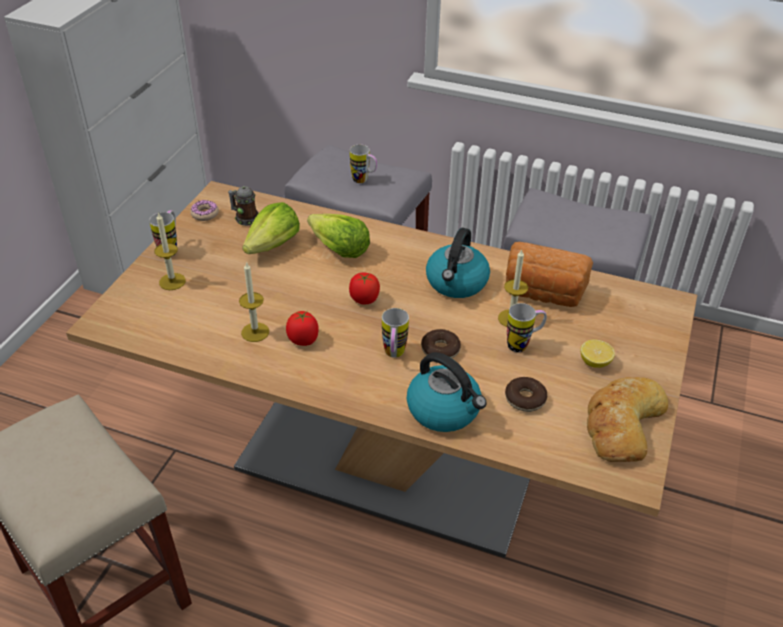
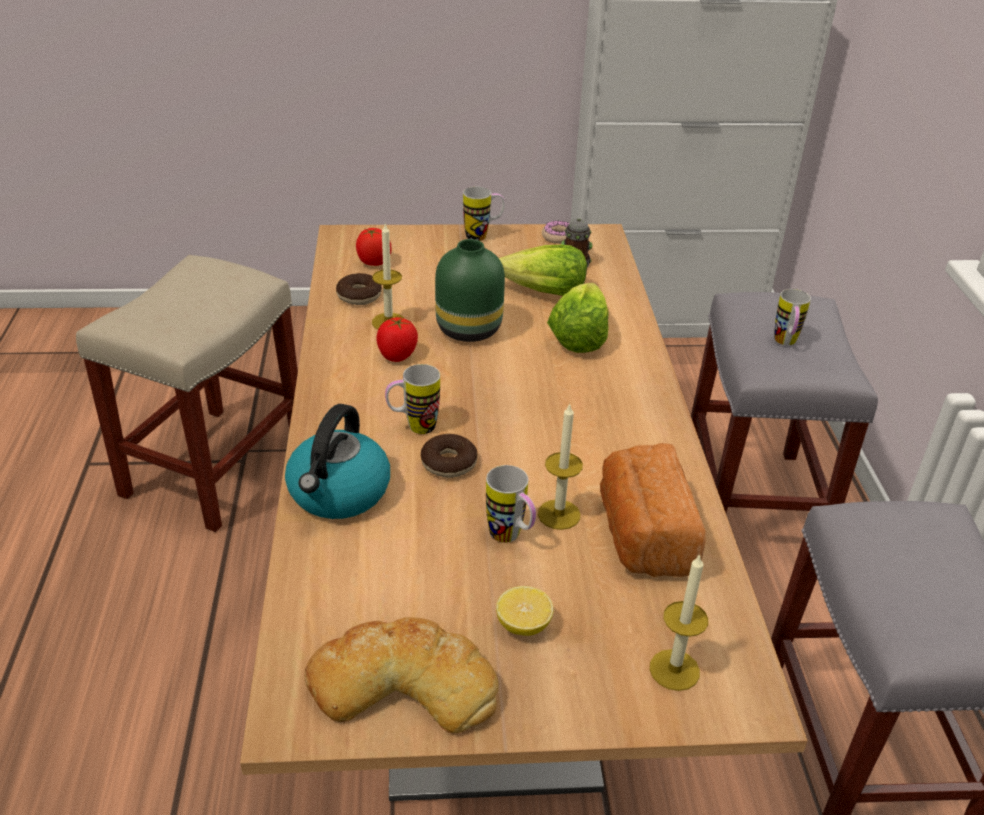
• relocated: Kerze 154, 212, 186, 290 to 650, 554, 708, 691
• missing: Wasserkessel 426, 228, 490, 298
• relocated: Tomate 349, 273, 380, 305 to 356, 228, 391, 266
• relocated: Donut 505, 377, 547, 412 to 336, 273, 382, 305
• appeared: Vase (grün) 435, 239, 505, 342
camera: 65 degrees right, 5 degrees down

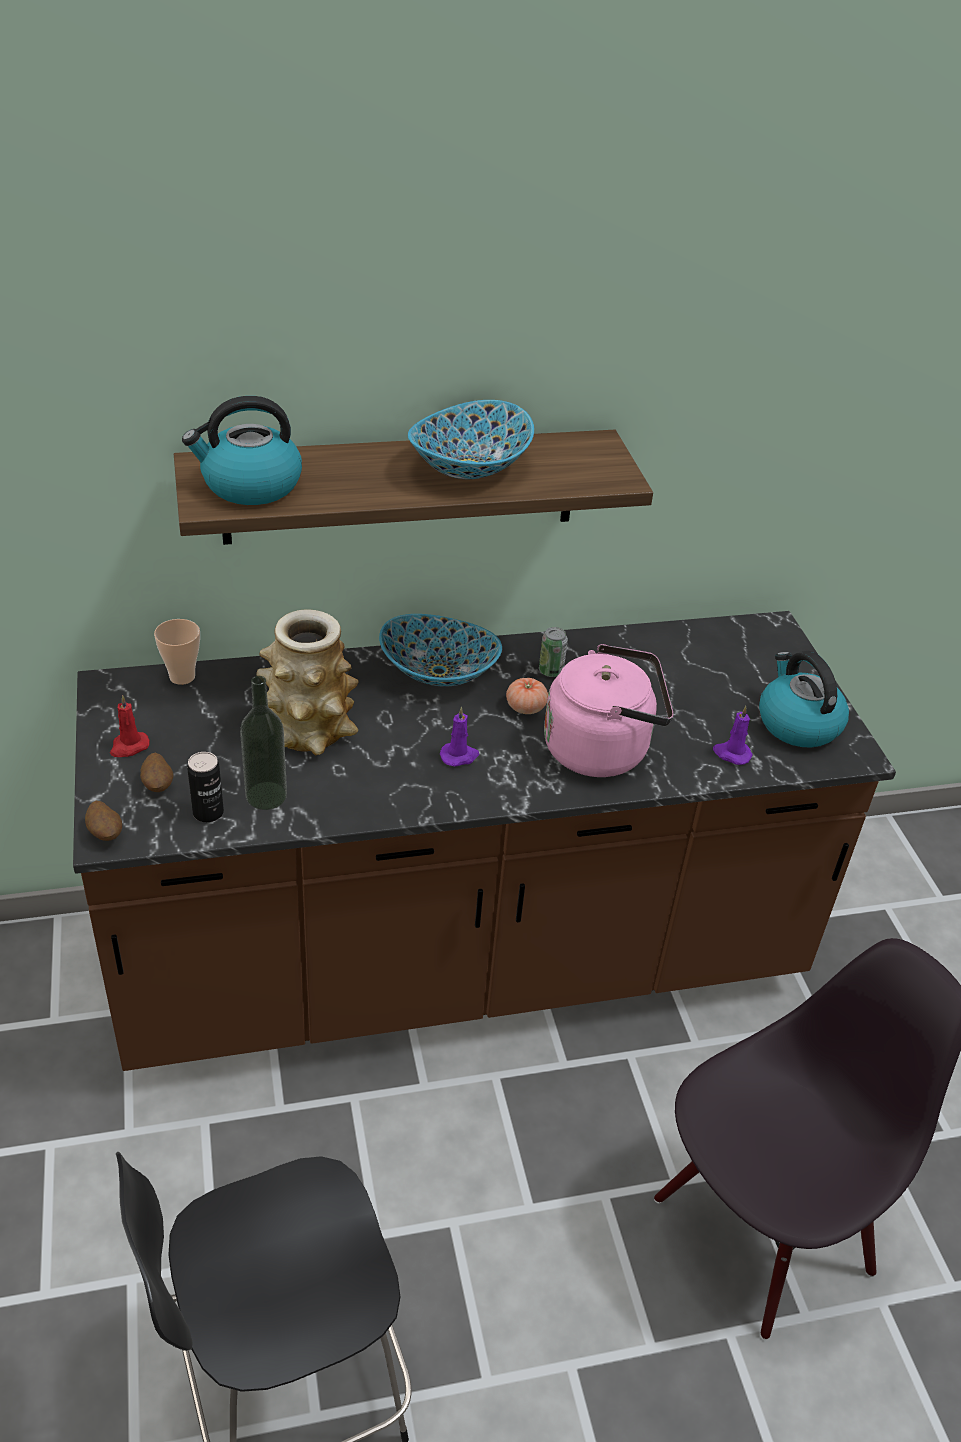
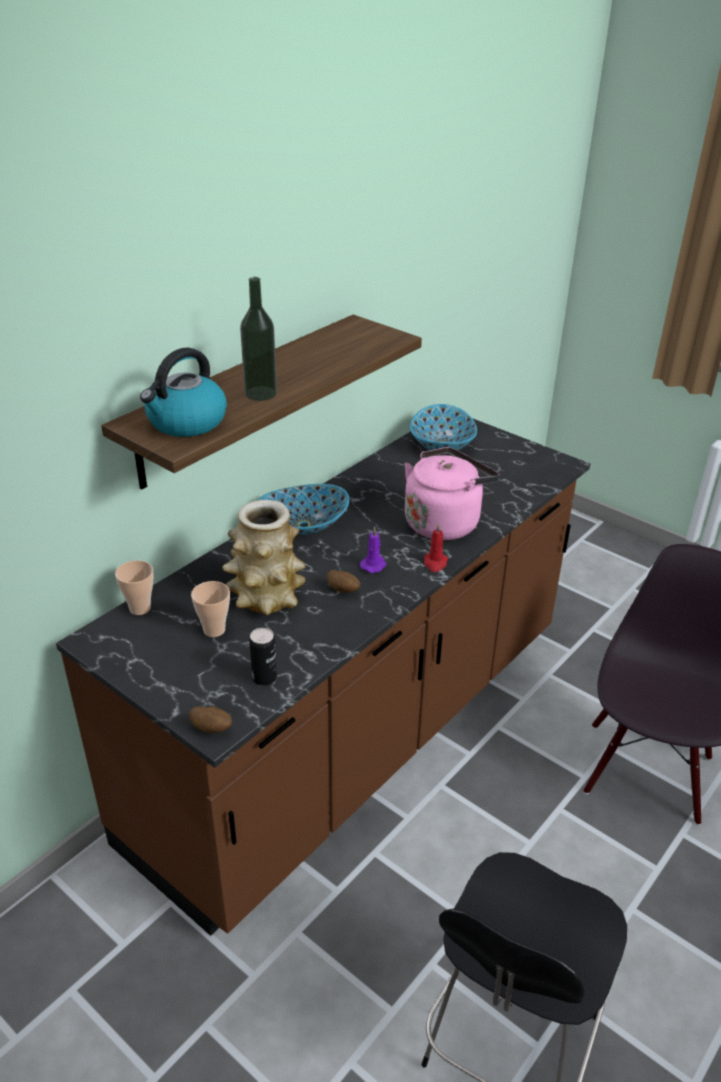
• relocated: Schüssel 408, 400, 534, 479 to 410, 404, 477, 454
• missing: Dose 539, 627, 568, 677
• missing: Wasserkessel 759, 651, 849, 748
• relocated: Flasche 240, 676, 287, 810 to 240, 277, 277, 401
• missing: Tomate 506, 678, 548, 714
• relocated: Kerze (rot) 110, 695, 150, 757 to 424, 523, 448, 572
• missing: Kerze (lila) 713, 706, 753, 765
• relocated: Kartoffel 140, 753, 173, 792 to 327, 570, 360, 593
• appeared: Tasse 191, 581, 230, 637
camera: 35 degrees left, 5 degrees down

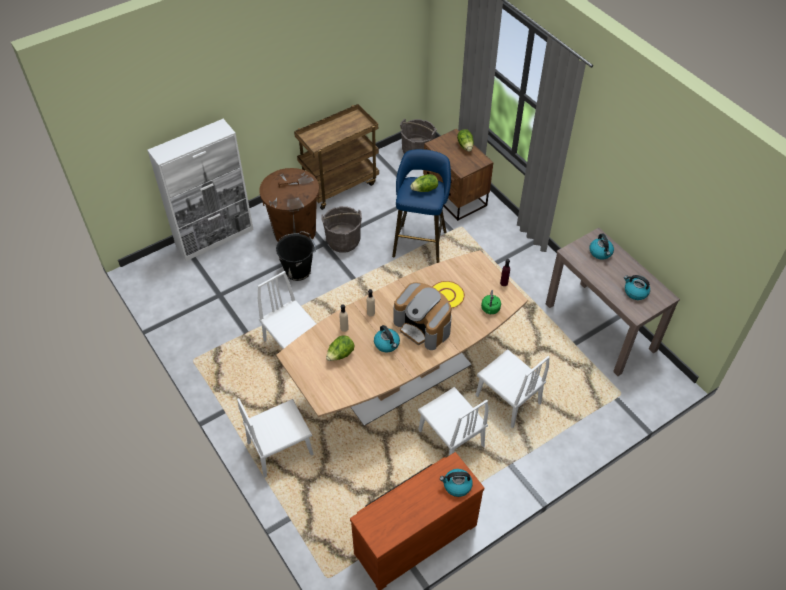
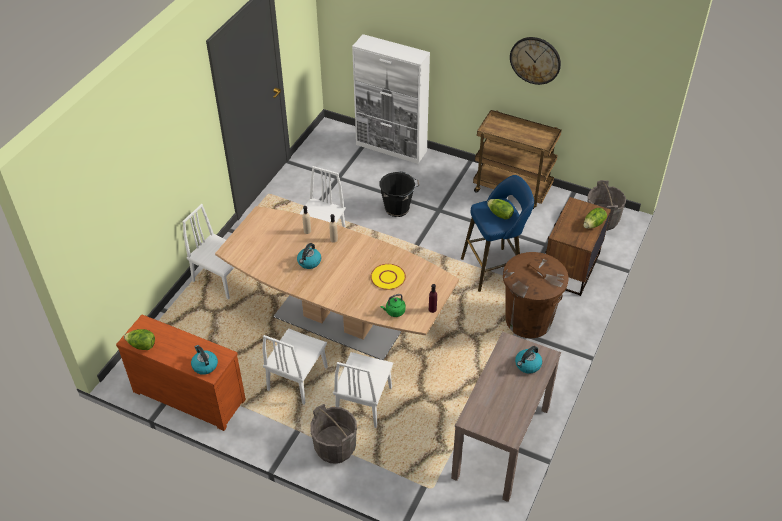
• relocated: Mülleimer (braun) 260, 168, 319, 242 to 503, 252, 569, 338
• relocated: Eimer (grau) 321, 206, 362, 253 to 310, 404, 357, 463
• missing: Wasserkessel 624, 275, 650, 300
• missing: Kaffeemaschine 394, 282, 452, 350
• relocated: Salatkopf 326, 335, 355, 361 to 124, 329, 155, 350
• appeared: Wanduhr 510, 37, 561, 85
camera: 60 degrees right, 5 degrees down

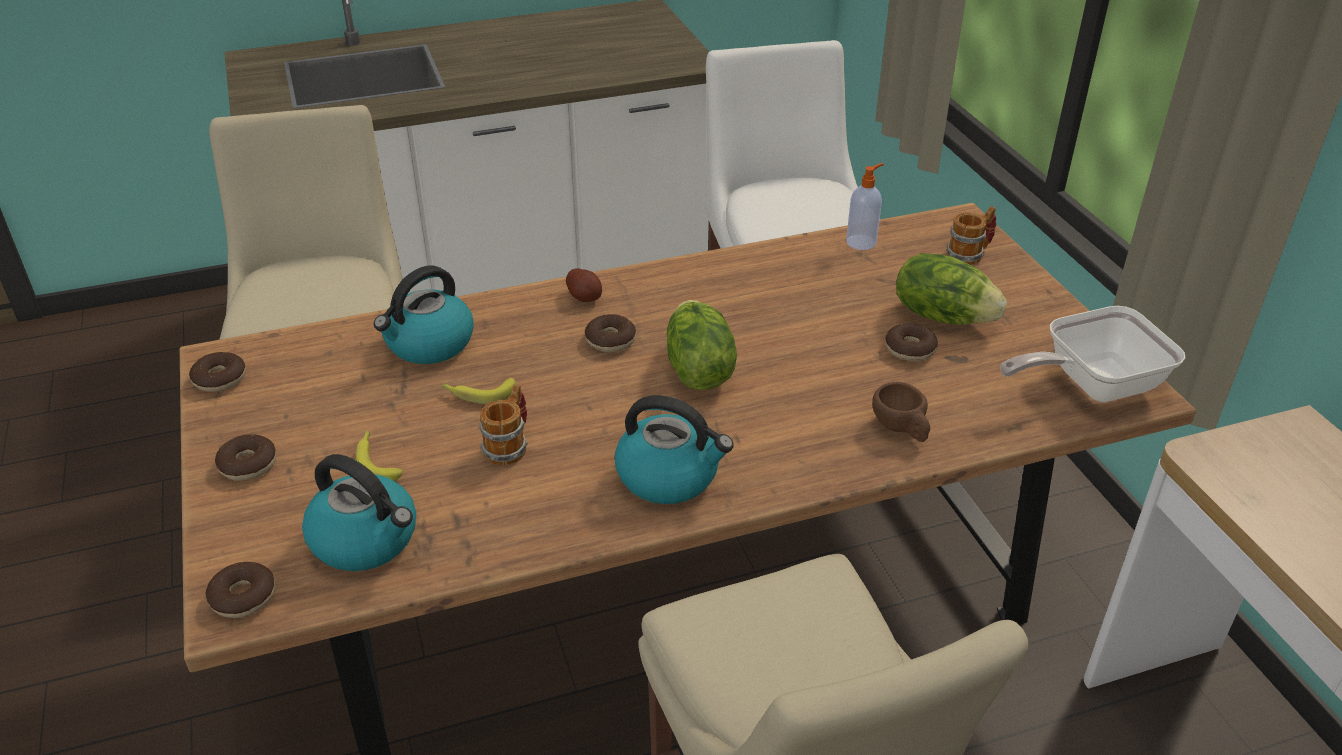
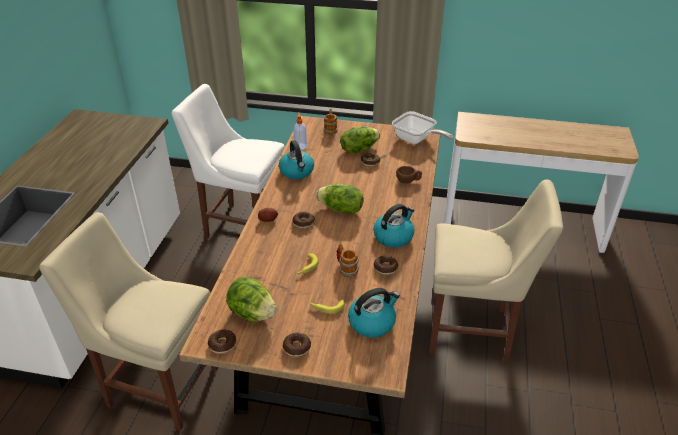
• relocated: Wasserkessel 374, 266, 474, 364 to 279, 140, 314, 179
• spun: Pfanne 1000, 306, 1185, 402 = 392, 111, 453, 144 60 degrees counterclockwise
• relocated: Donut 206, 562, 275, 618 to 374, 256, 398, 275
• appeared: Salatkopf 226, 277, 277, 321
camera: 60 degrees left, 0 degrees up

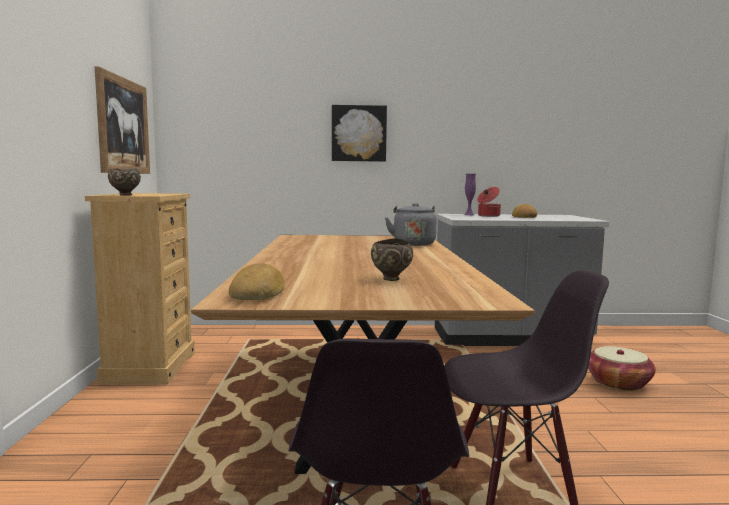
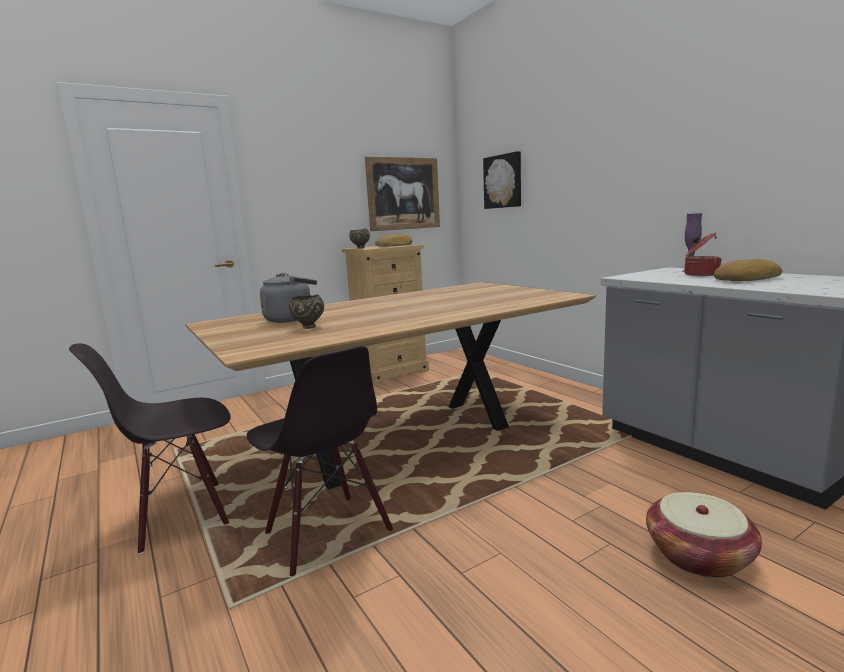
• relocated: Bild 332, 105, 387, 162 to 483, 151, 521, 209
• relocated: Wasserkessel (grau) 385, 203, 437, 246 to 260, 273, 317, 323
• relocated: Brot 229, 263, 285, 300 to 375, 234, 412, 247
camera: 60 degrees right, 5 degrees up

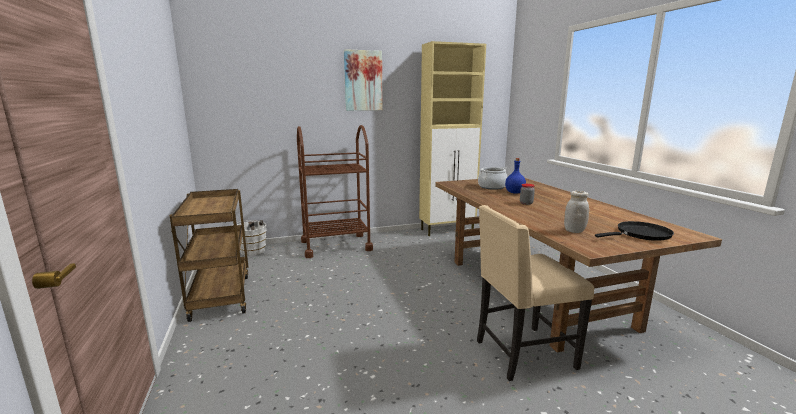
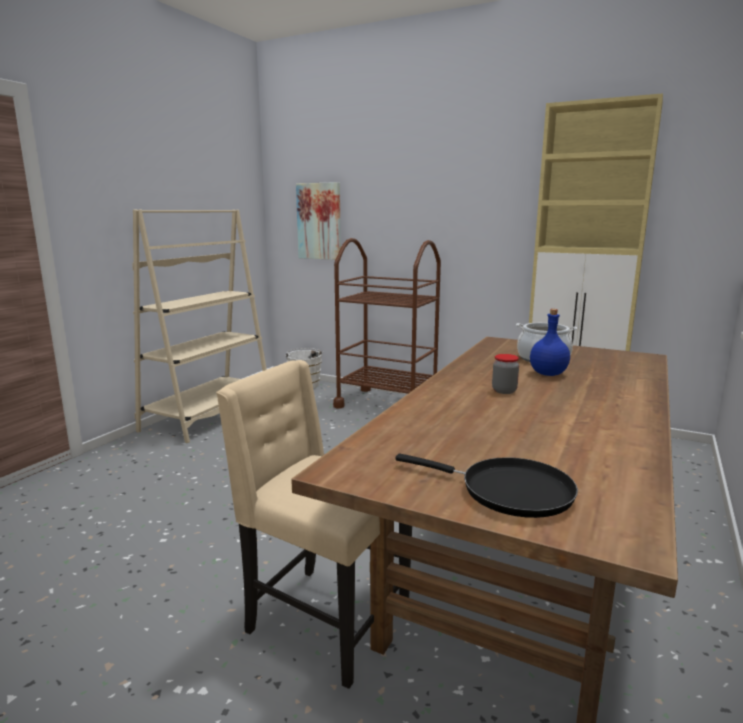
• relocated: Bild 344, 49, 383, 111 to 296, 182, 341, 260
• exchanged: Rollwagen (braun) 169, 189, 248, 322 to Bücherregal (beige) 132, 209, 267, 443
• missing: Vorratsglas (weiß) 564, 191, 589, 233
camera: 45 degrees right, 0 degrees up

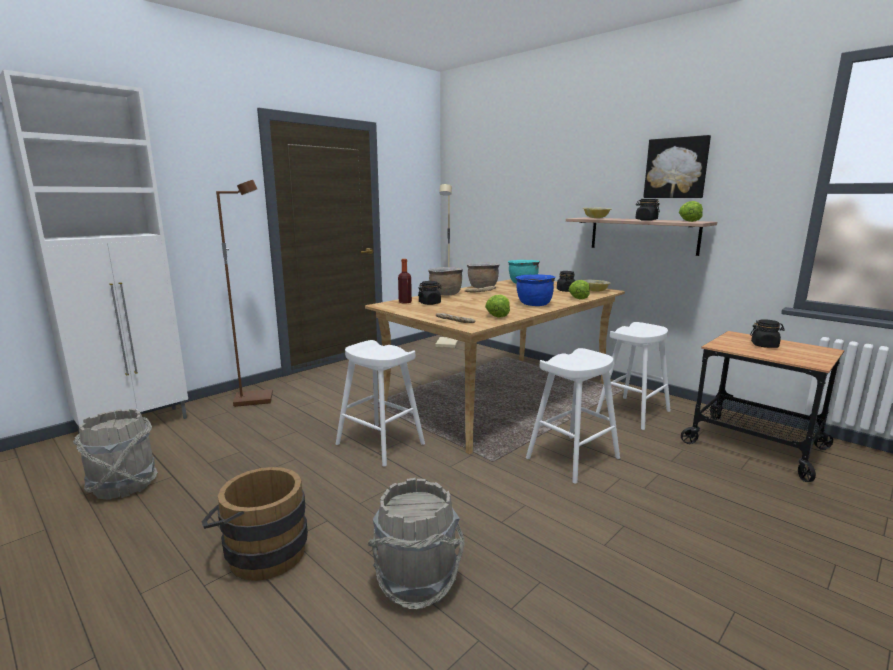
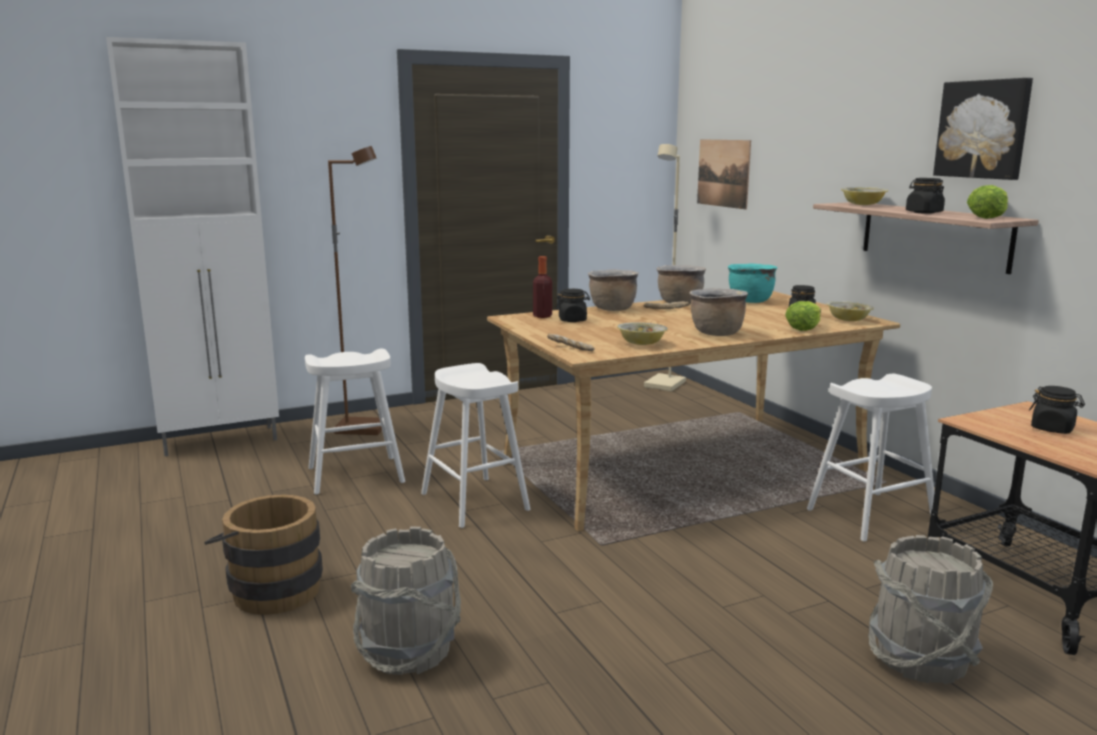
• colour: Kochtopf (blau) 515, 274, 556, 306 to Kochtopf (braun) 690, 288, 748, 336
• exchanged: Salatkopf 485, 294, 510, 318 to Schüssel 617, 322, 668, 345
• relocated: Hocker (weiß) 526, 348, 620, 484 to 305, 349, 405, 494
• relocated: Eimer (grau) 73, 408, 158, 500 to 868, 535, 993, 684
• appeared: Bild 697, 139, 751, 210
camera: 20 degrees right, 0 degrees up

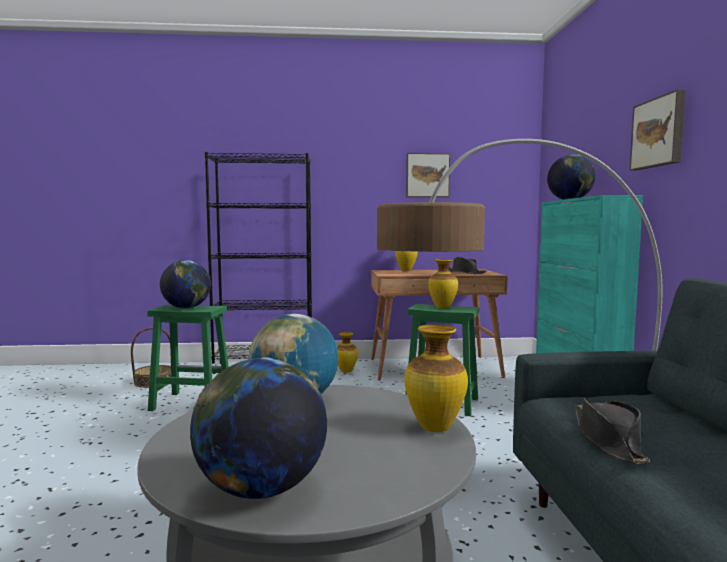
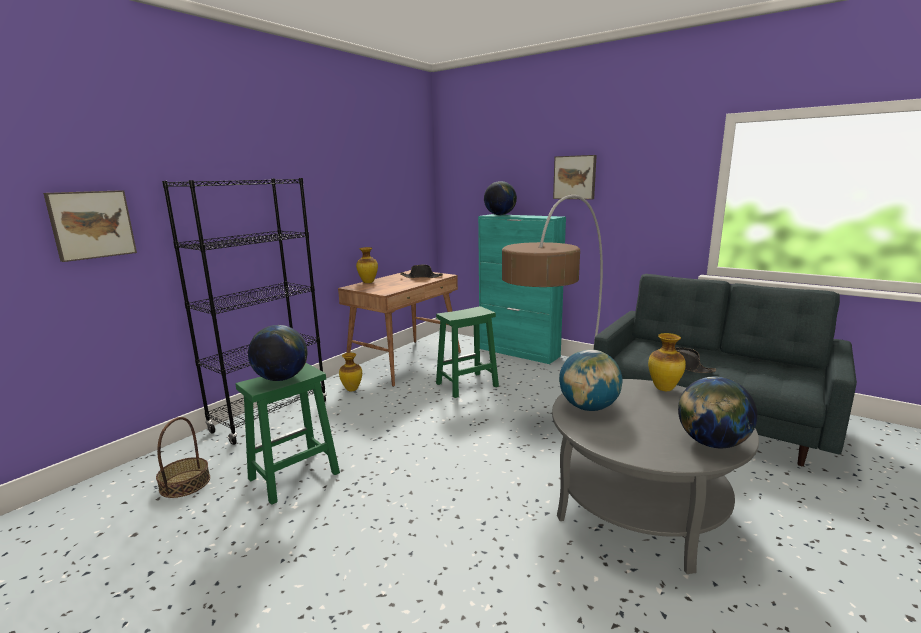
• relocated: Bild 406, 153, 450, 197 to 43, 190, 137, 262
• missing: Vase 428, 259, 458, 309
camera: 50 degrees left, 10 degrees up

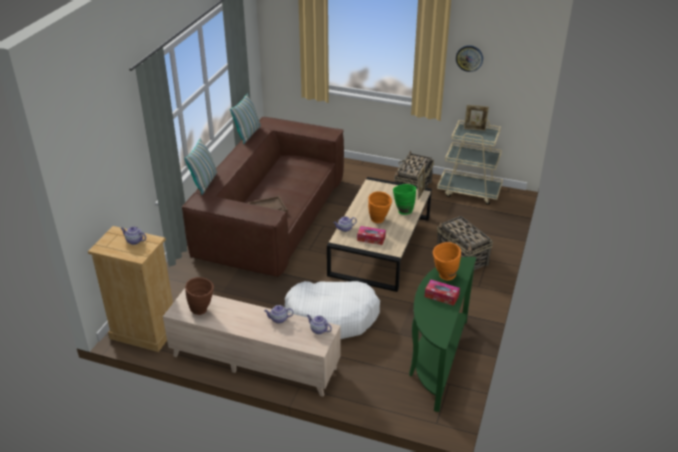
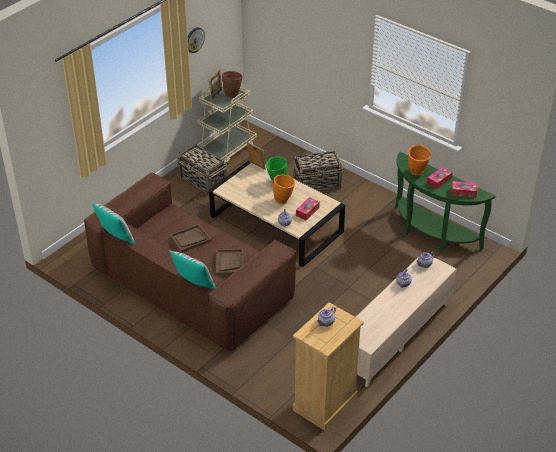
• relocated: Vase (braun) 185, 277, 214, 315 to 222, 71, 243, 98
• missing: Hundebett (weiß) 285, 281, 380, 339
• appeared: Taschentuchbox 451, 181, 477, 198
• appeared: Tablett (braun) 169, 224, 211, 253
camera: 70 degrees left, 5 degrees up

